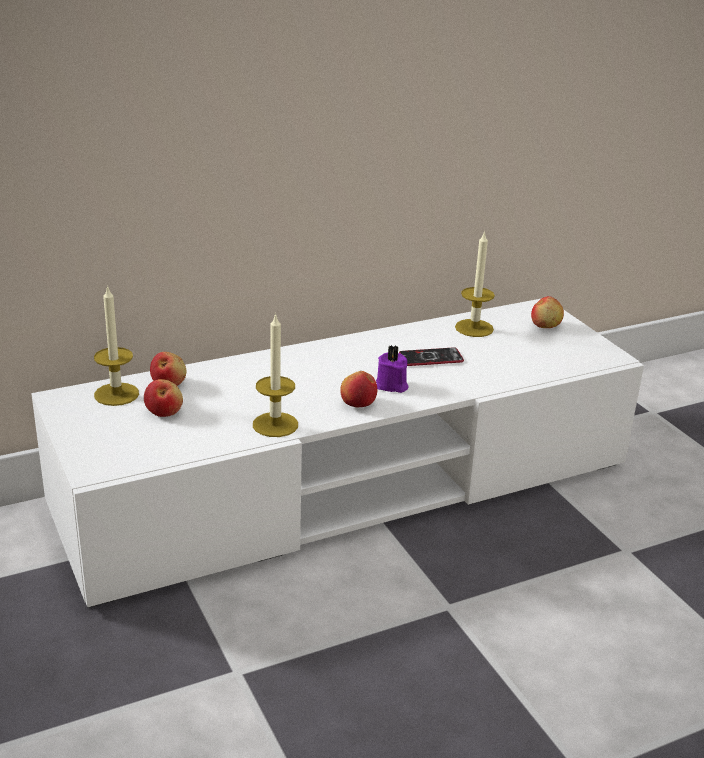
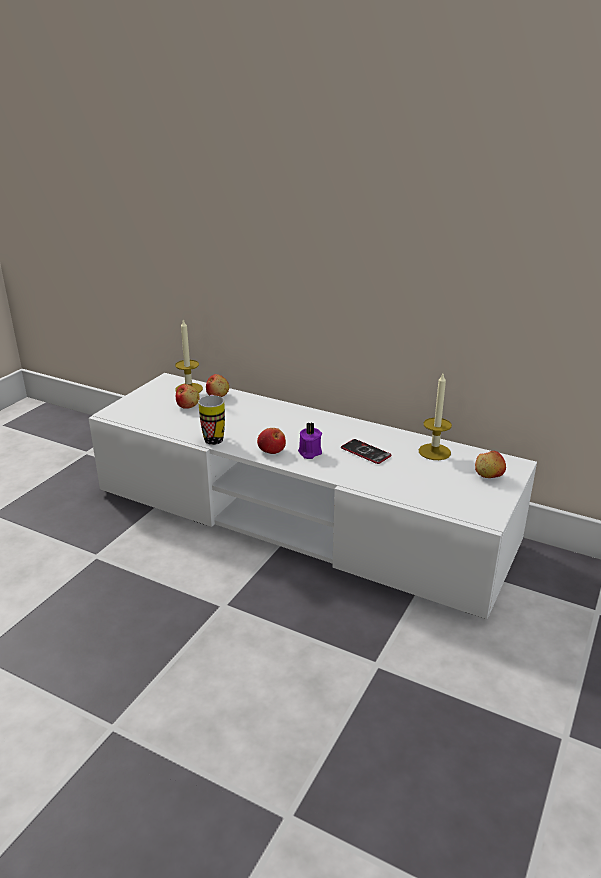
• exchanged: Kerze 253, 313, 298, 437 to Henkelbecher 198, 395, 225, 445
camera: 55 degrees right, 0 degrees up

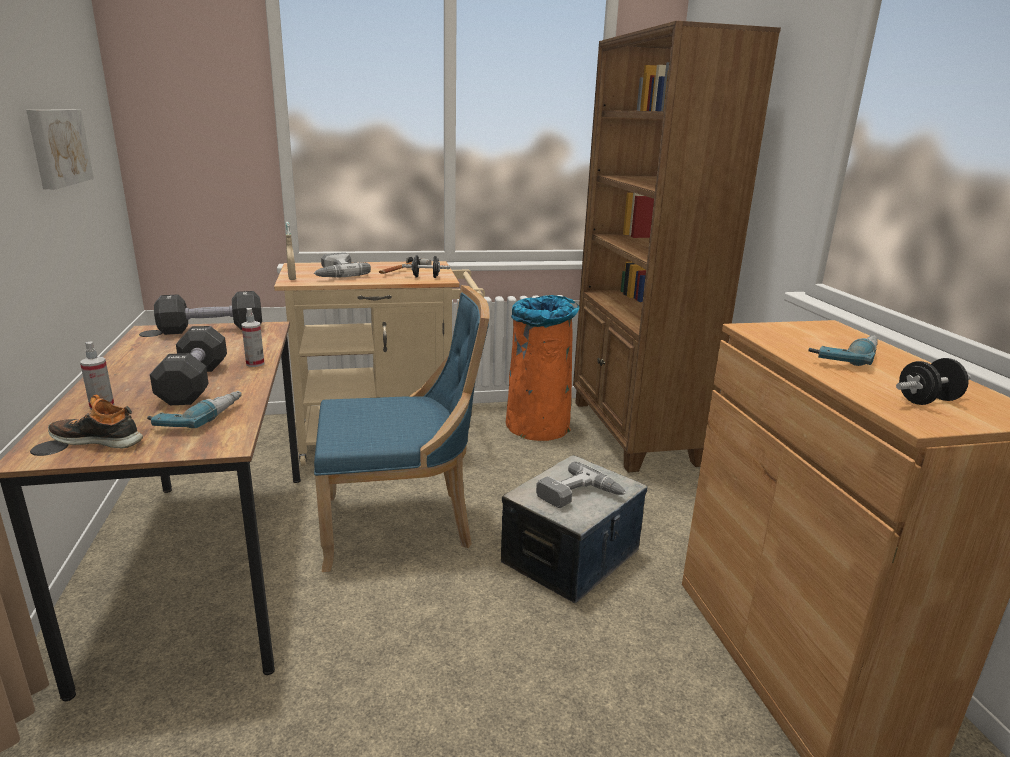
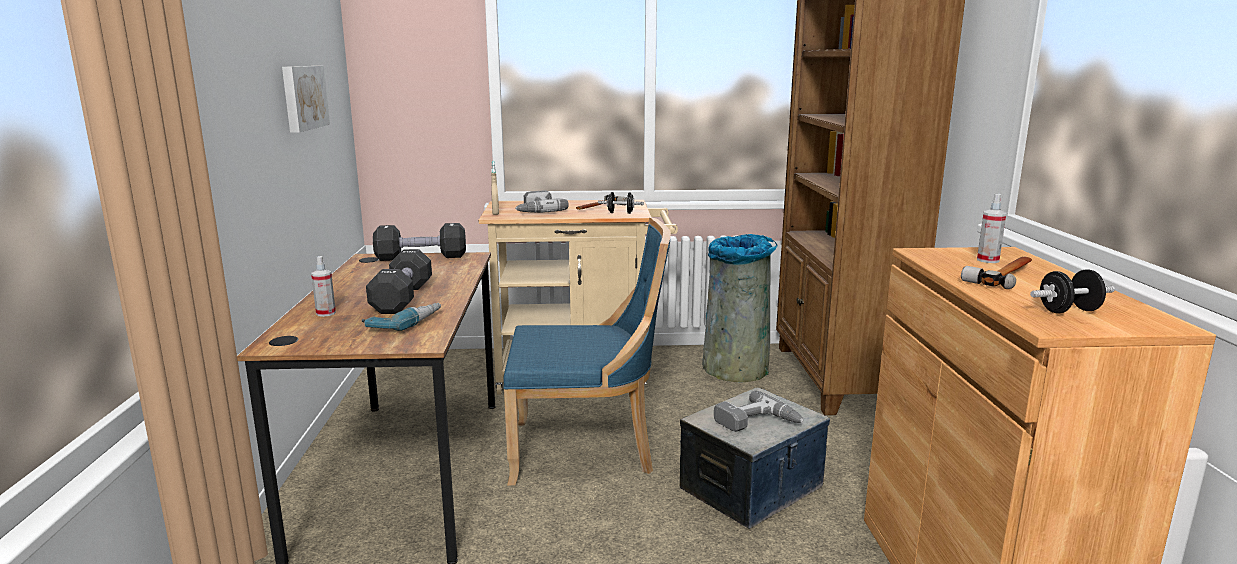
• colour: Mülleimer (orange) 506, 295, 580, 441 to Mülleimer (grau) 702, 234, 777, 382
• relocated: Sprühflasche 242, 308, 264, 367 to 977, 194, 1006, 263
• exchanged: Bohrmaschine 809, 335, 878, 366 to Hammer 961, 257, 1032, 289
• missing: Schuh 48, 395, 143, 448
camera: 10 degrees right, 5 degrees down

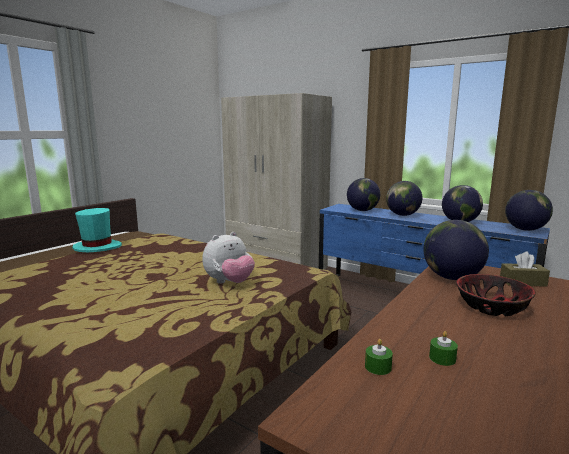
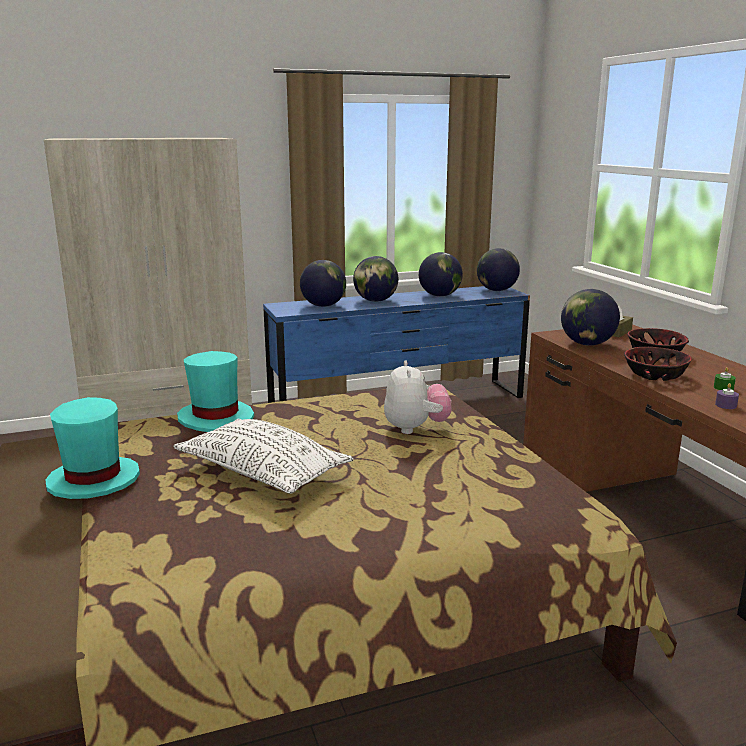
• colour: Kerze (grün) 365, 339, 393, 375 to Kerze (lila) 715, 383, 739, 409
• appeared: Schüssel 624, 347, 692, 381
• appeared: Hut (türkis) 177, 351, 254, 432
• appeared: Kissen (weiß) 173, 419, 354, 494
camera: 55 degrees left, 5 degrees up

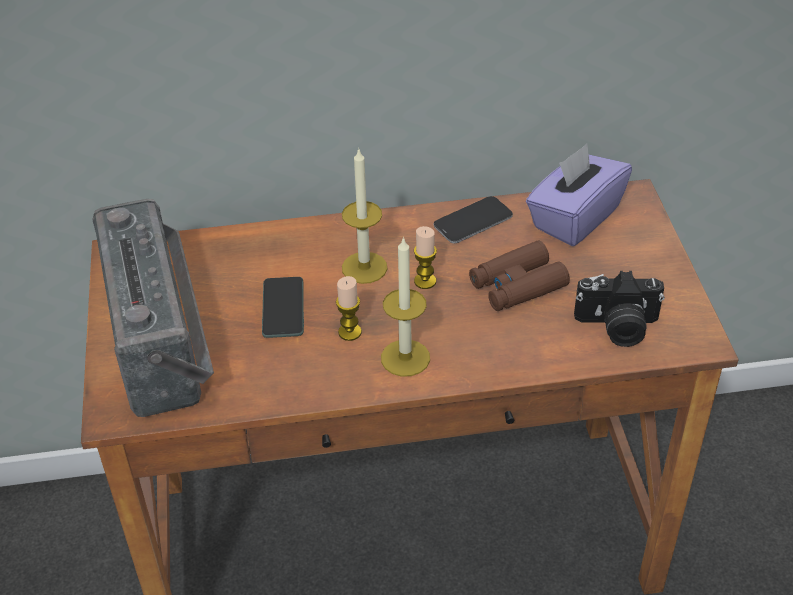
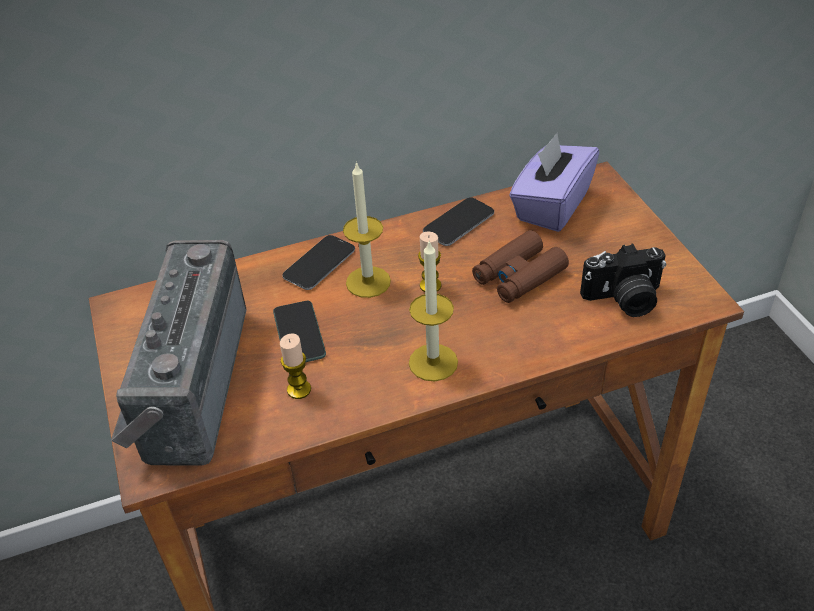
• spun: Radio 92, 199, 214, 417 = 111, 240, 247, 465 150 degrees counterclockwise
• relocated: Kerze 336, 276, 362, 341 to 280, 333, 311, 399
• appeared: Handy 282, 235, 355, 290
camera: 10 degrees left, 0 degrees up

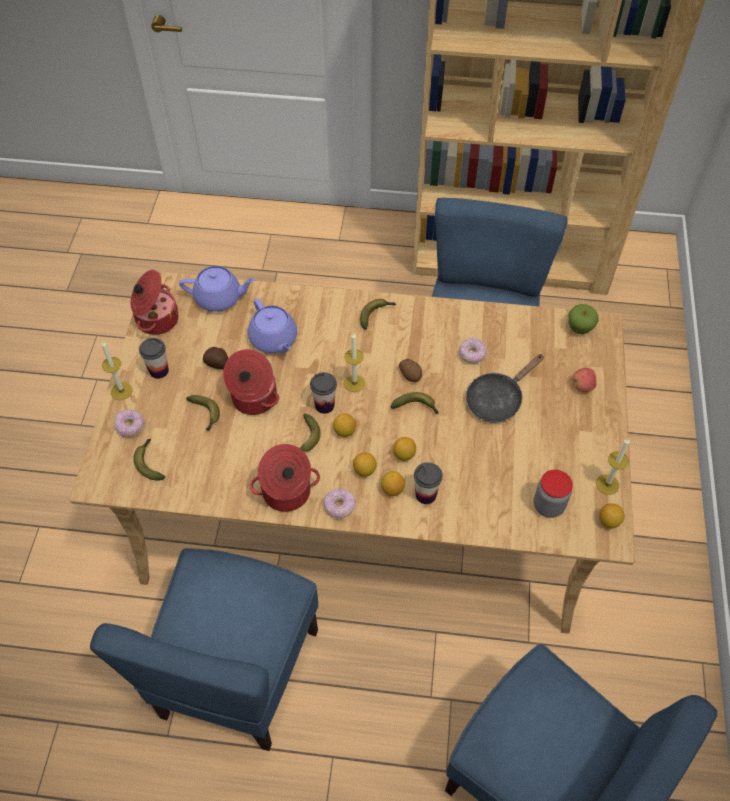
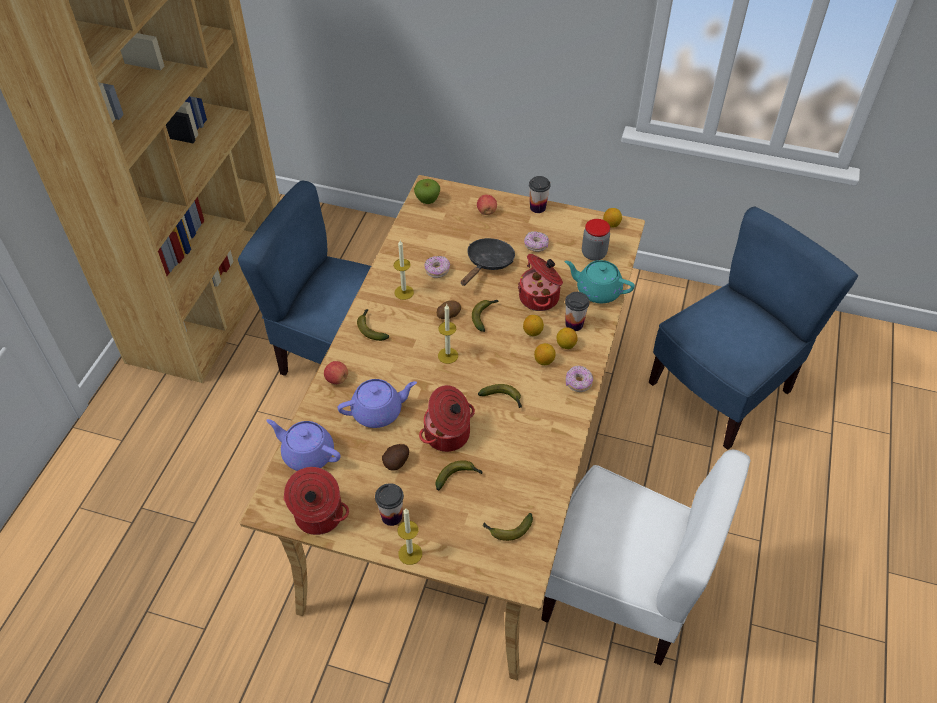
• spun: Teekanne (lila) 179, 266, 256, 312 = 266, 419, 341, 471 75 degrees counterclockwise
• spun: Pfanne (schwarz) 466, 354, 544, 423 = 461, 238, 515, 286 120 degrees counterclockwise
• relocated: Tasse 310, 372, 337, 414 to 529, 176, 550, 213
• relocated: Donut 114, 410, 145, 438 to 524, 231, 549, 252
• missing: Zitrone 333, 413, 356, 437
• relocated: Kerze 596, 438, 630, 495 to 394, 240, 414, 300
• relocated: Kochtopf 250, 444, 320, 512 to 518, 254, 563, 311
• colour: Stuhl (blau) 90, 548, 318, 751 to Stuhl (weiß) 541, 450, 751, 666
• appeared: Teekanne (türkis) 564, 260, 635, 303
• appeared: Apfel 324, 361, 348, 384
camera: 80 degrees left, 5 degrees down

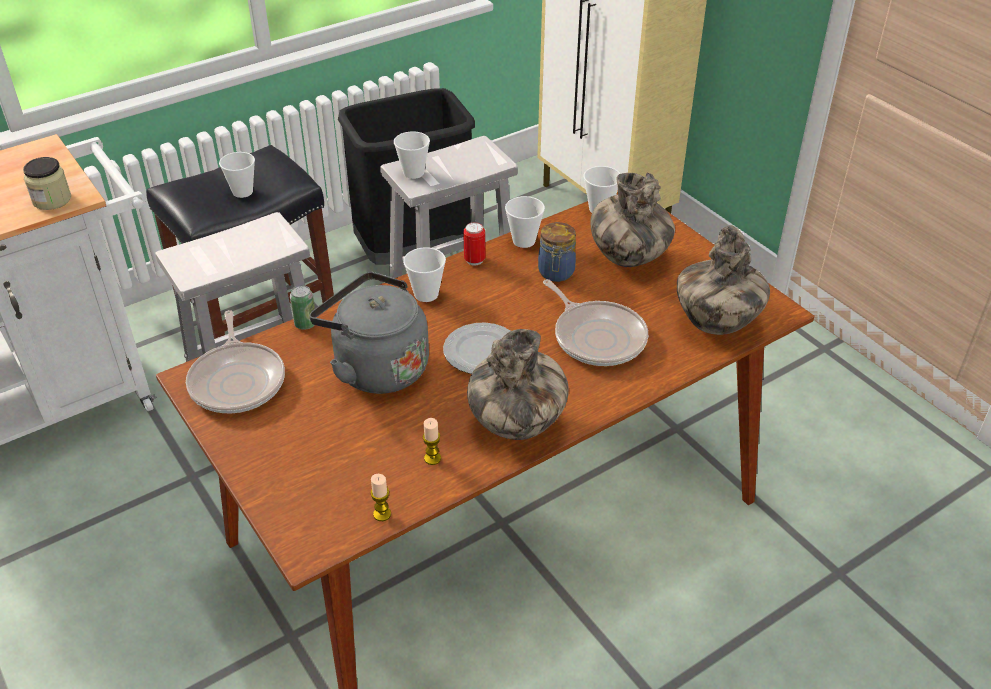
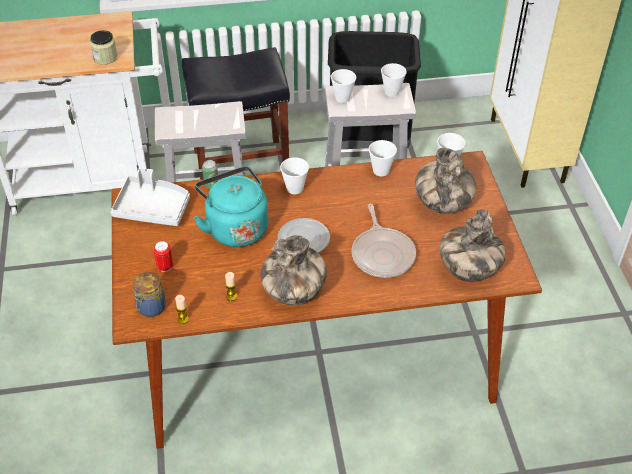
• relocated: Tasse 219, 152, 255, 198 to 381, 63, 407, 97
• relocated: Dose 463, 222, 485, 266 to 154, 241, 173, 272
• relocated: Vorratsglas 538, 222, 576, 282 to 133, 272, 166, 317
• colour: Wasserkessel (grau) 309, 272, 429, 394 to Wasserkessel (türkis) 194, 166, 268, 247
• exchanged: Pfanne 186, 310, 285, 413 to Tablett (grau) 111, 168, 190, 226
camera: 25 degrees right, 5 degrees up

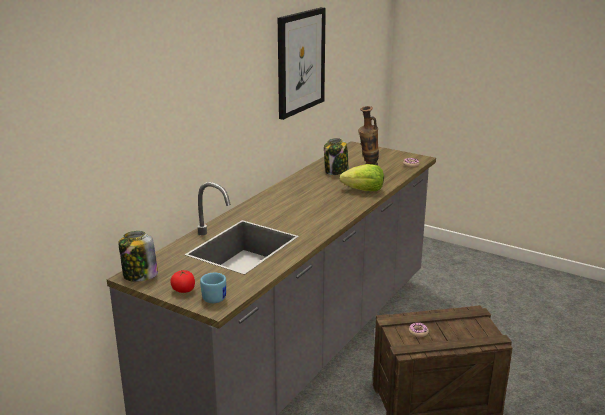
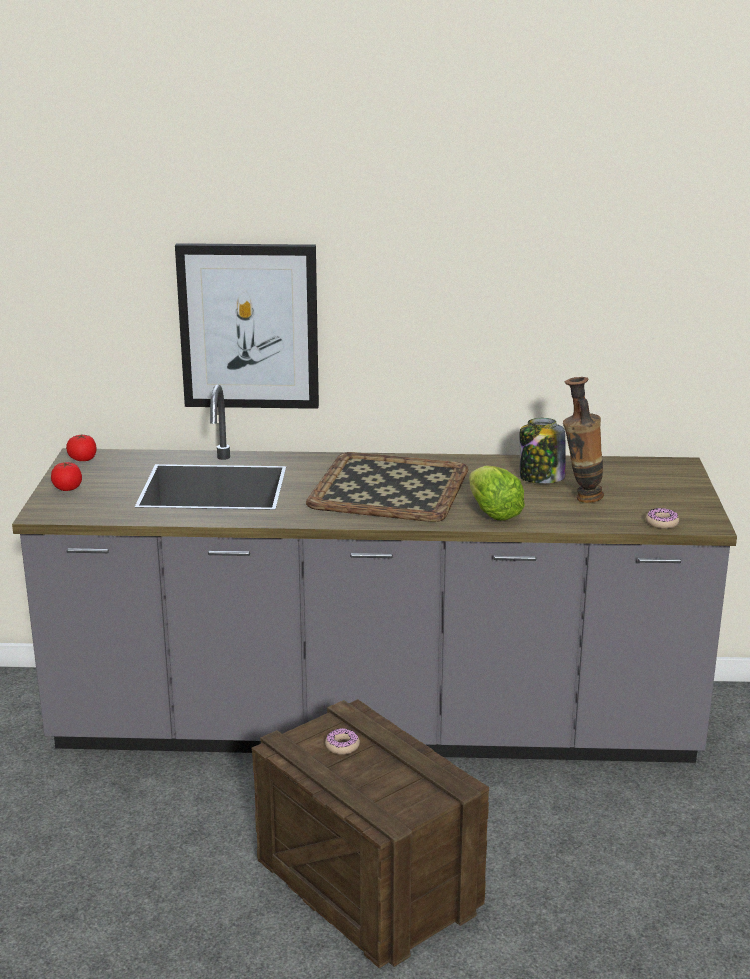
• relocated: Bild 278, 7, 326, 120 to 175, 243, 319, 409
• exchanged: Vorratsglas 119, 231, 158, 282 to Tomate 66, 434, 97, 461
• missing: Henkelbecher (blau) 200, 273, 226, 303
• appeared: Tablett 306, 452, 468, 522
camera: 60 degrees right, 0 degrees up

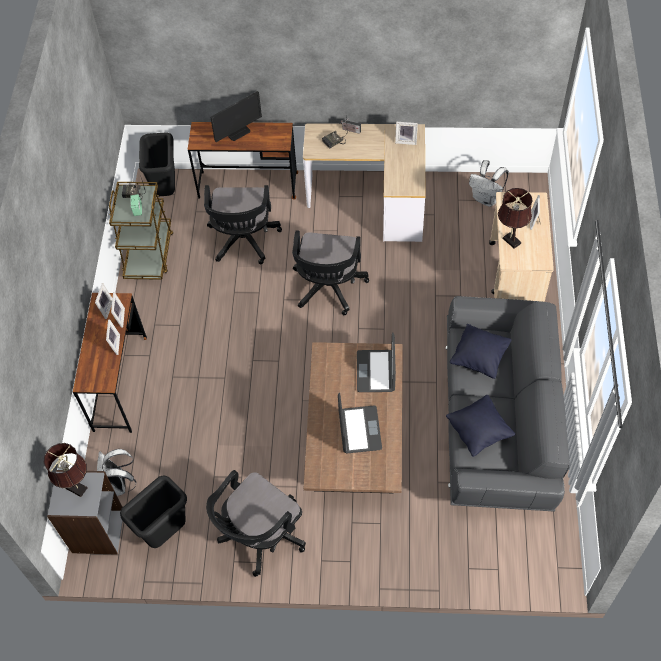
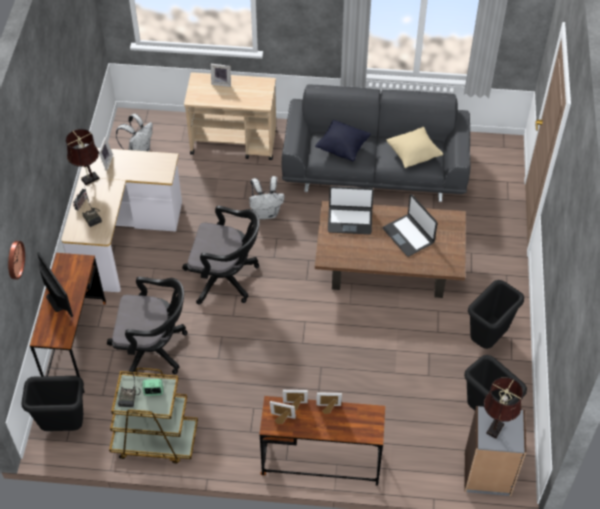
• relocated: Tischlampe (braun) 498, 188, 533, 249 to 66, 129, 100, 185
• spun: Laptop 338, 393, 382, 453 = 383, 194, 438, 257 120 degrees counterclockwise
• colour: Kissen (schwarz) 446, 395, 515, 457 to Kissen (beige) 387, 127, 443, 168
• relocated: Rucksack (weiß) 97, 449, 136, 496 to 249, 176, 284, 220
• exchanged: Bürostuhl (schwarz) 206, 470, 306, 577 to Mülleimer (schwarz) 468, 280, 524, 349
• appeared: Wanduhr 8, 241, 25, 280
camera: 90 degrees left, 5 degrees down

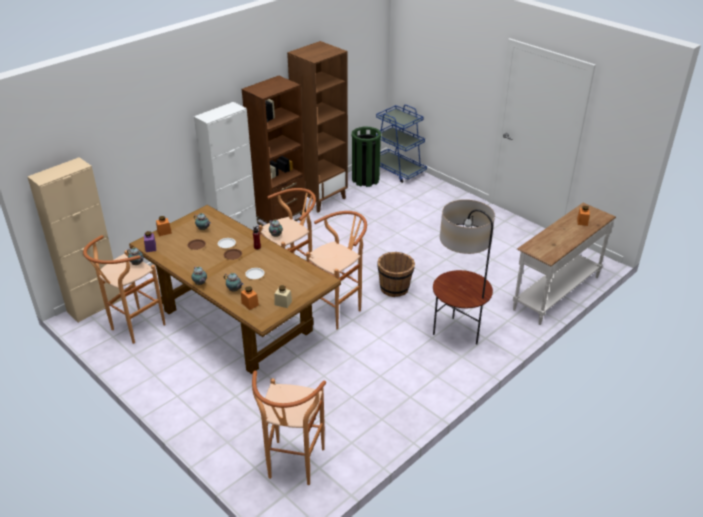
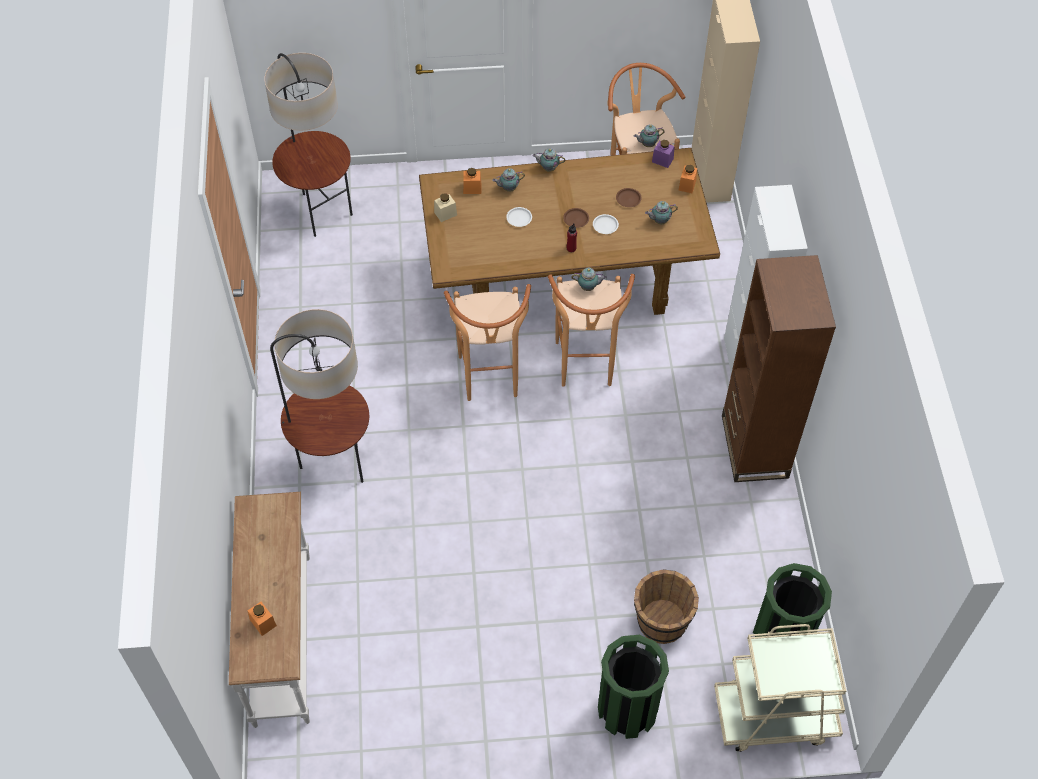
• missing: Bücherregal (braun) 287, 41, 348, 213
• colour: Rollwagen (blau) 376, 105, 427, 183 to Rollwagen (beige) 714, 624, 846, 752
• relocated: Eimer (braun) 377, 252, 415, 297 to 634, 569, 699, 644
• exchanged: Hocker (braun) 252, 370, 326, 485 to Stehlampe 265, 53, 353, 237
• appeared: Mülleimer (grün) 598, 635, 669, 739
camera: 130 degrees right, 20 degrees up

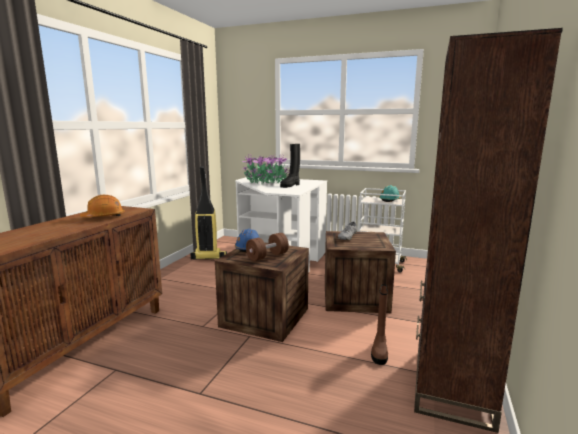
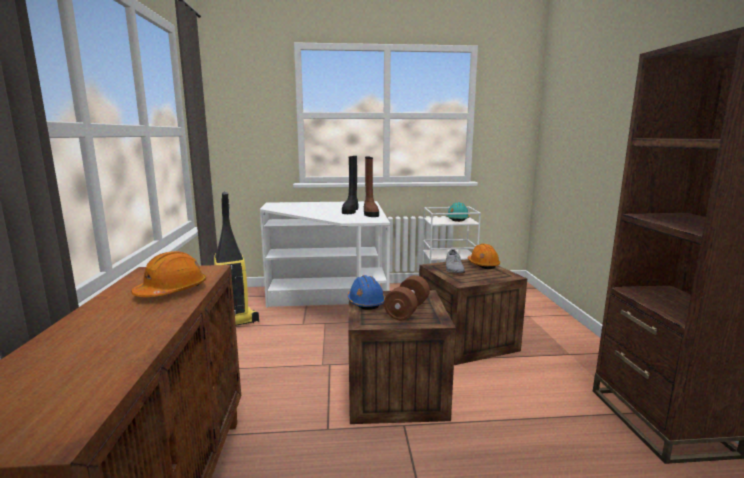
• missing: Topfpflanze 242, 154, 289, 184
• relocated: Stiefel (braun) 371, 284, 388, 365 to 364, 156, 379, 217
• appeared: Schutzhelm (orange) 468, 244, 500, 269
camera: 25 degrees left, 0 degrees up

